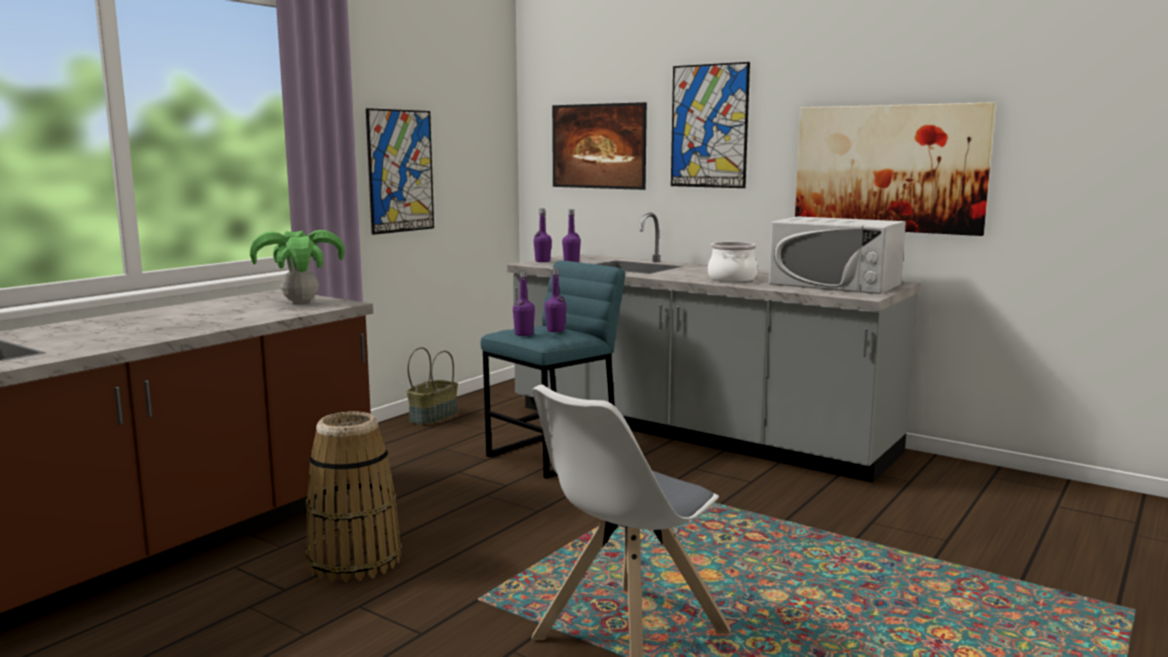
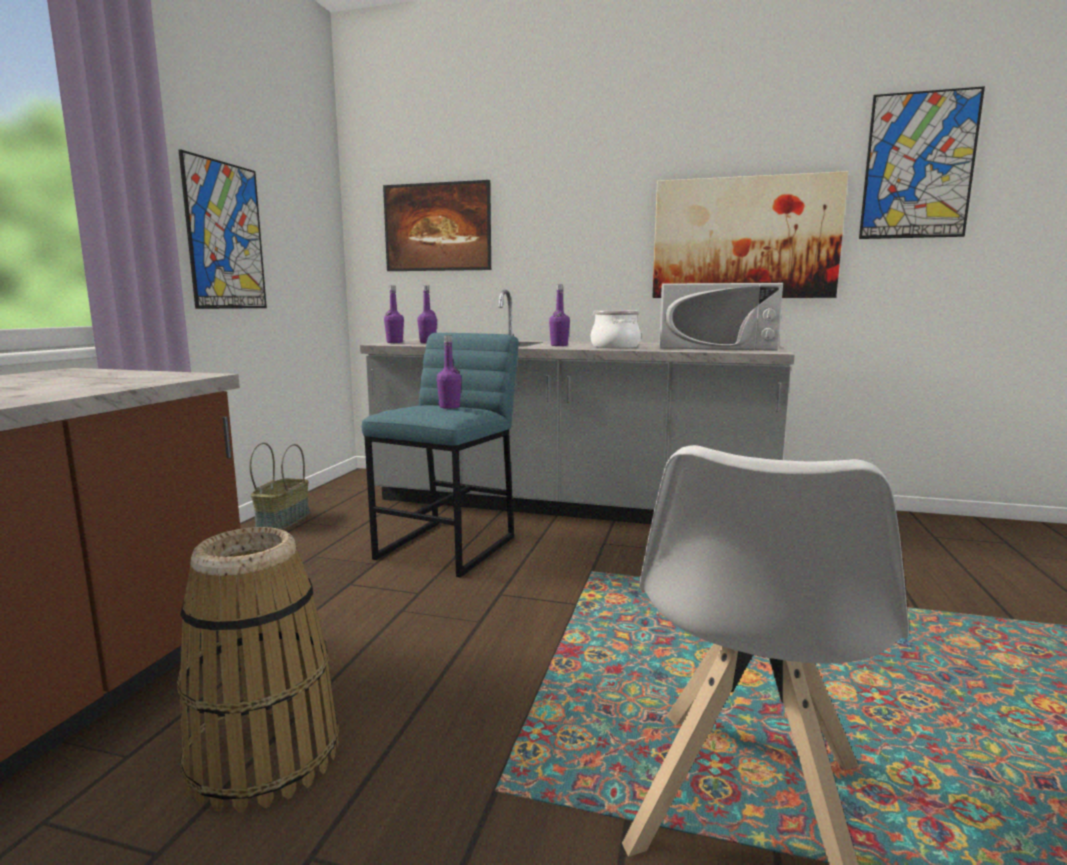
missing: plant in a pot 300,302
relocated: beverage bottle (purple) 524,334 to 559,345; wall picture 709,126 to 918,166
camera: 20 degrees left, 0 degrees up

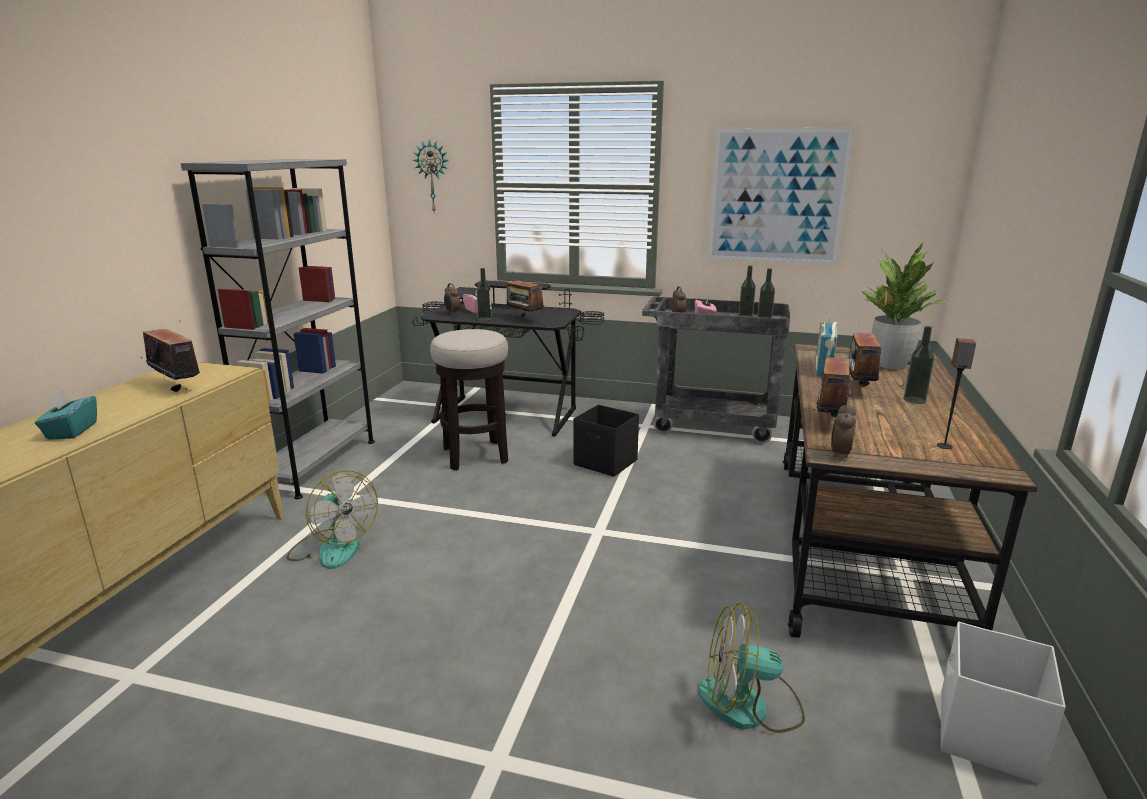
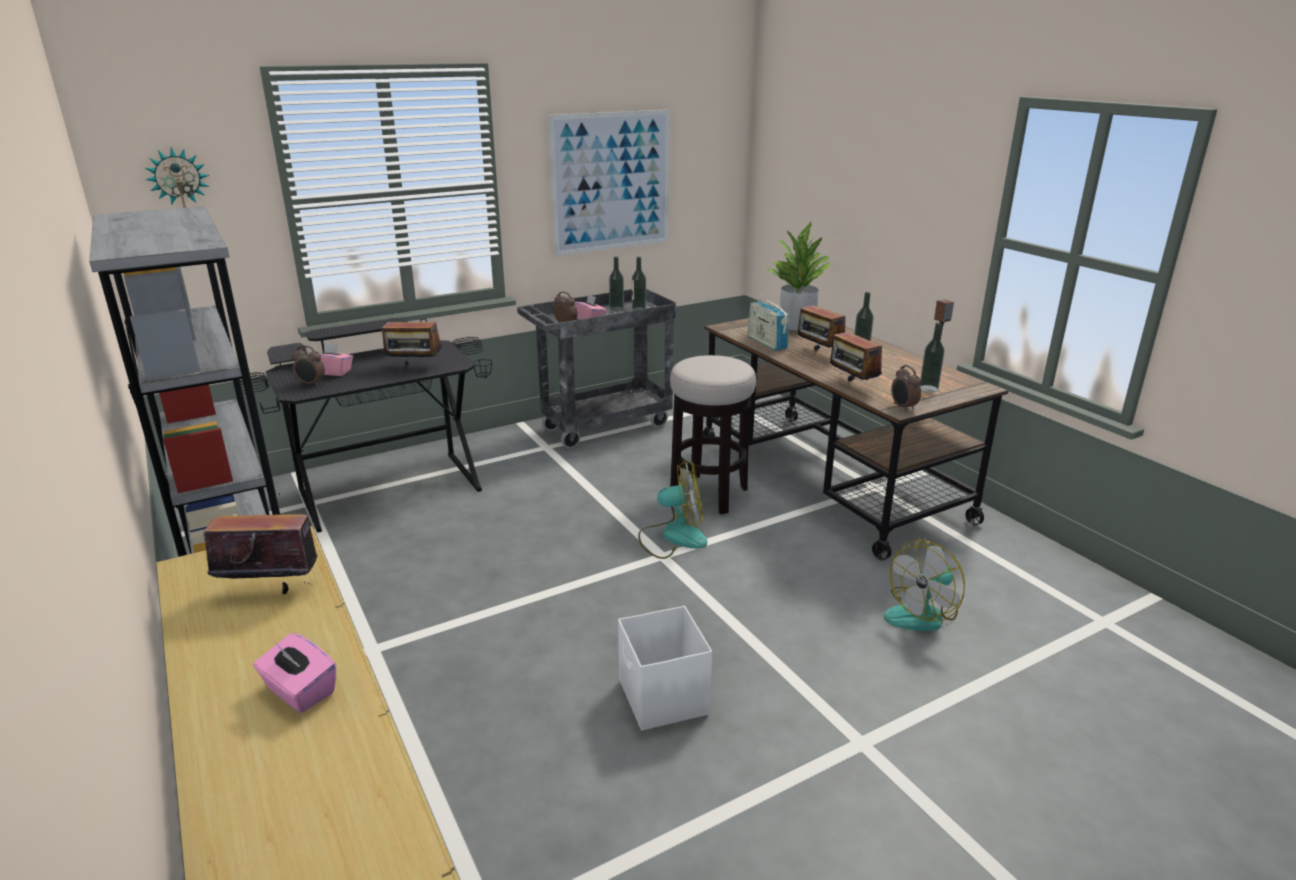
missing: storage container (black) 606,463
relocated: cooling fan 333,547 to 673,537; stool seat 475,455 to 708,494; beverage bottle 484,319 to 928,388; storage container (white-coloured) 986,736 to 663,698
colour: box of tissues (blue-green) 71,431 to box of tissues (pink) 299,691
camera: 45 degrees left, 5 degrees up

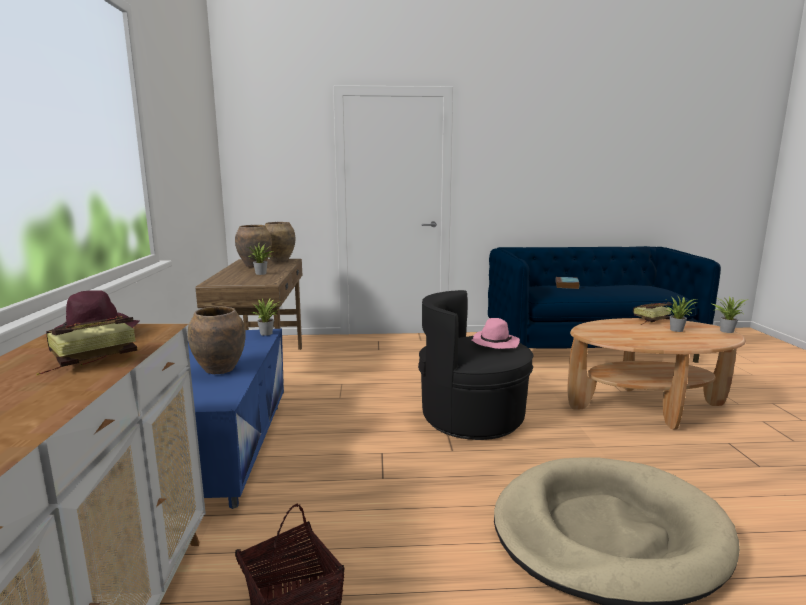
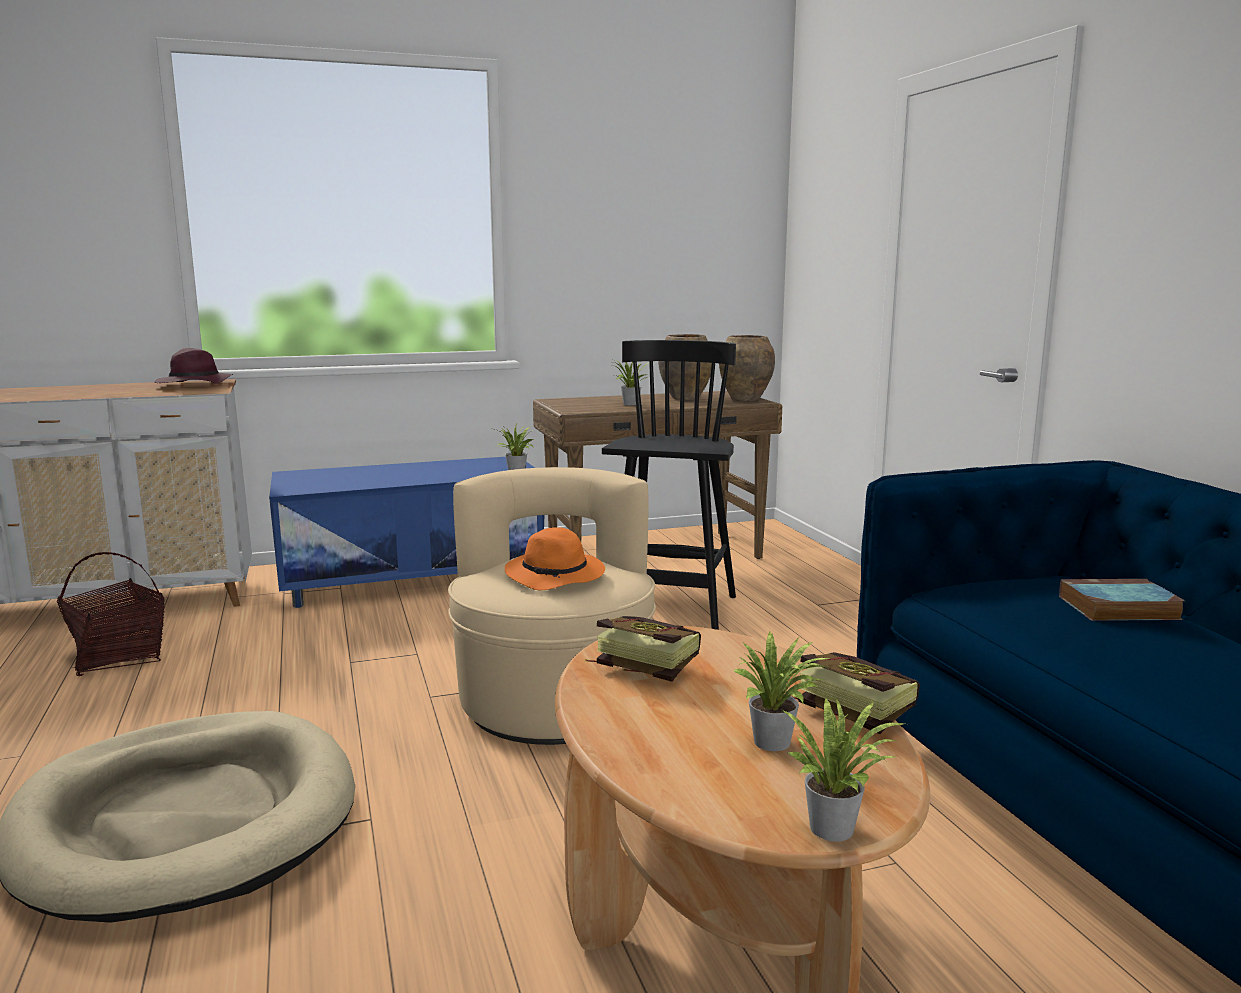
missing: flower vase (brown) 220,369
appeared: stool seat (black) 672,612
relocated: volume 85,361 to 638,667
colour: lounge chair (black) 473,417 to lounge chair (sand-coloured) 554,704; hat (pink) 494,343 to hat (orangey) 556,576
camera: 75 degrees right, 0 degrees up

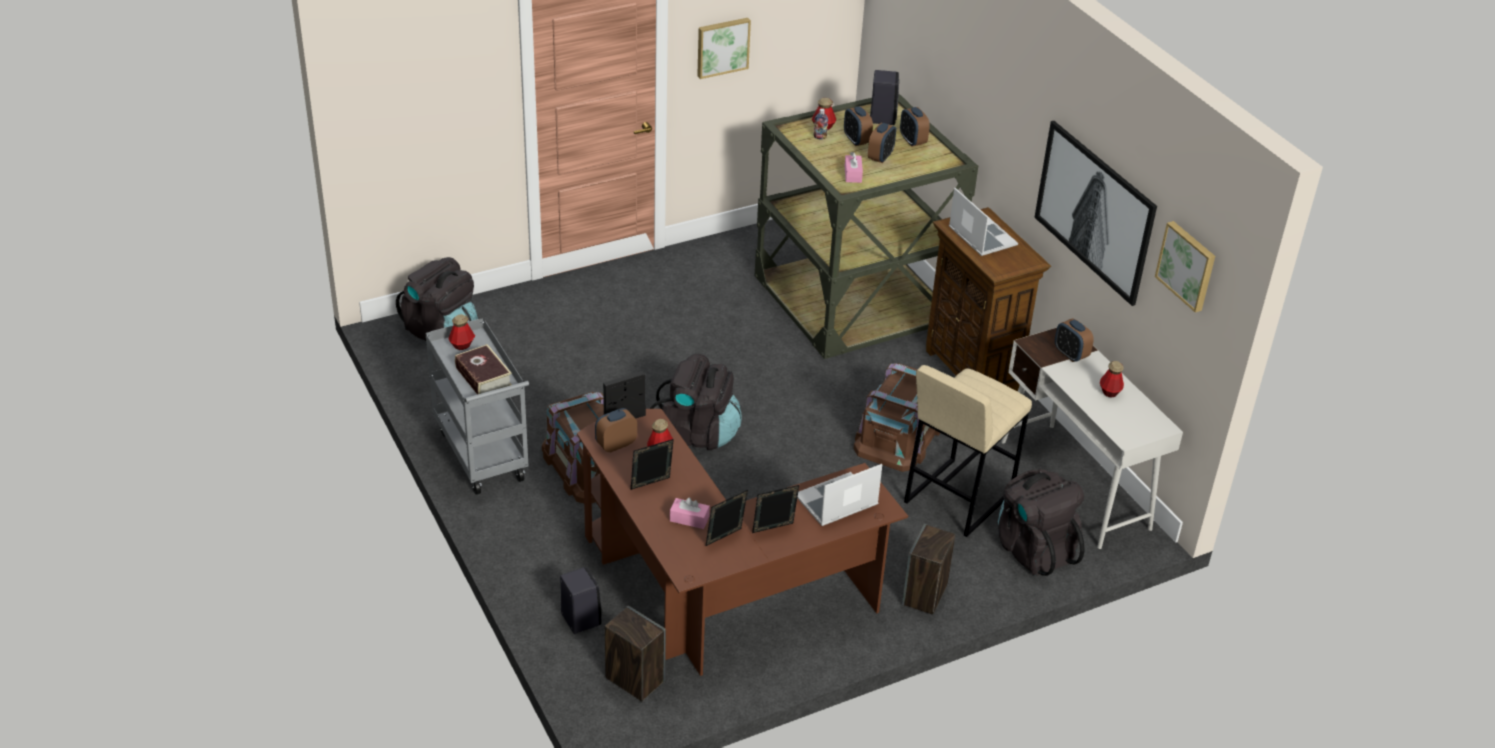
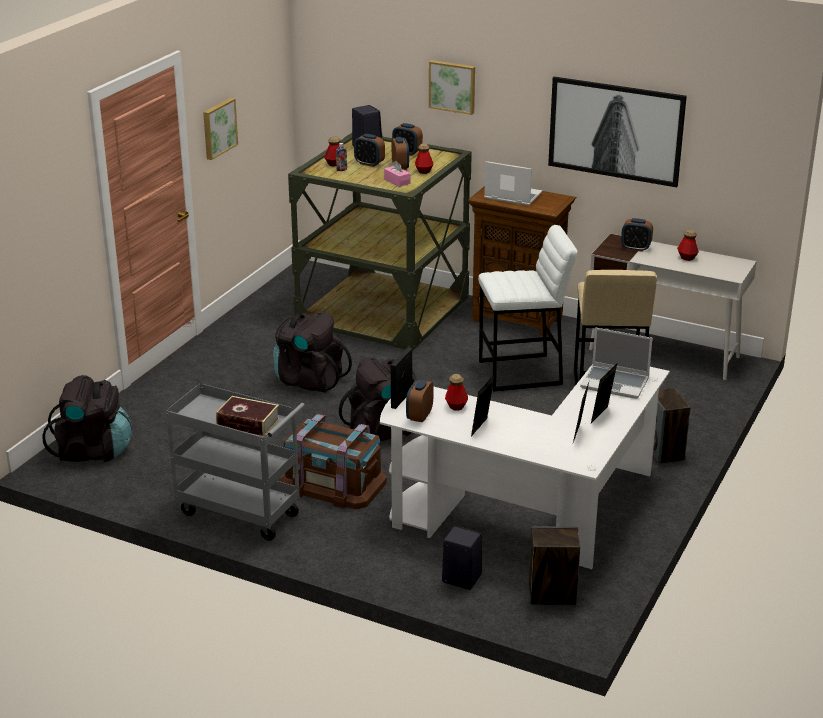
missing: box of tissues (pink) 689,519
relocated: beverage bottle 462,345 to 424,171; backpack (black) 1033,549 to 309,380; wall picture 1187,265 to 452,86
exchanged: storage container (brown) 899,435 to stool seat (white-coloured) 522,372
colour: desk (brown) 716,595 to desk (white-coloured) 534,517
spun: laptop 836,502 = 616,383 90 degrees counterclockwise
camera: 35 degrees left, 10 degrees down

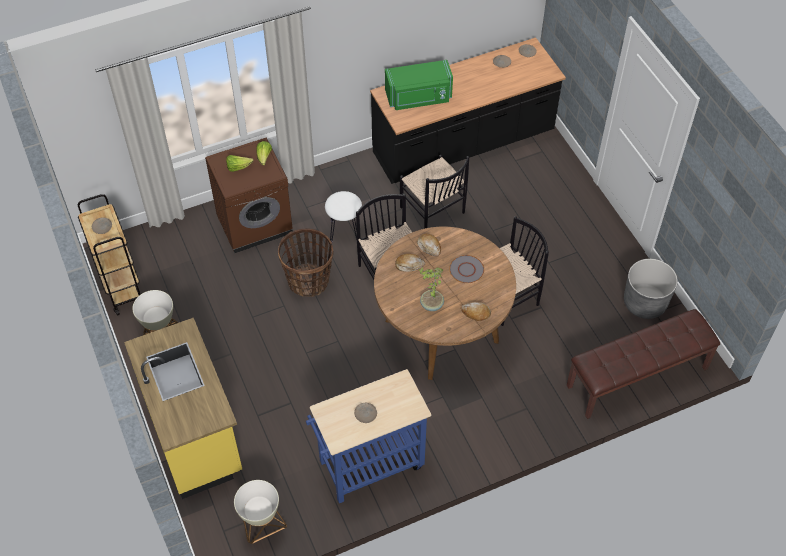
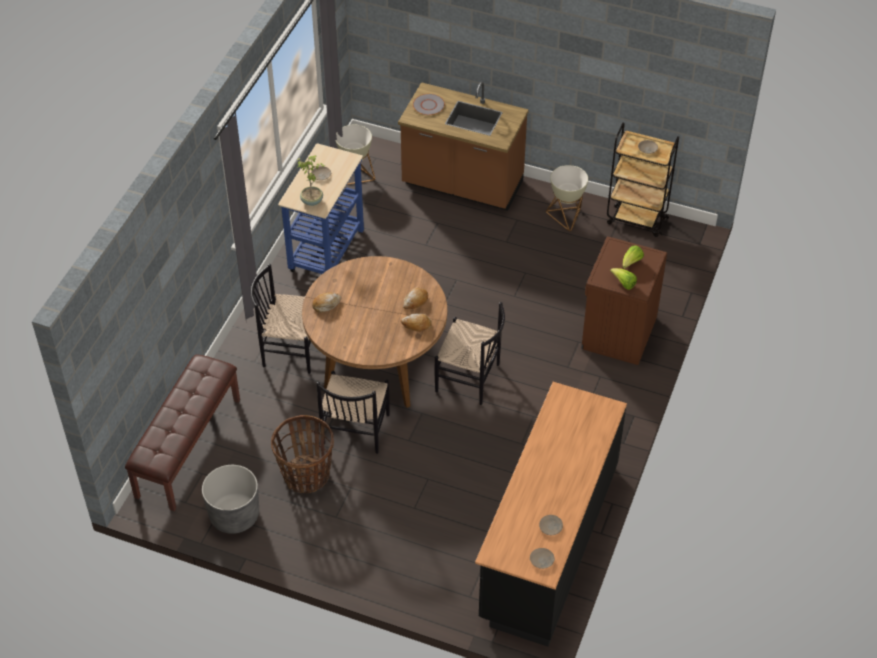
missing: stool seat (white-coloured) 345,231; microwave oven (greenish) 419,98
relocated: storage basket 308,281 to 306,475; chair (black) 433,212 to 289,349; plant in a pot 431,305 to 312,200; plate (greyish) 466,270 to 428,105
colour: counter (yellowish) 195,434 to counter (brown) 462,185
camera: 135 degrees right, 5 degrees down

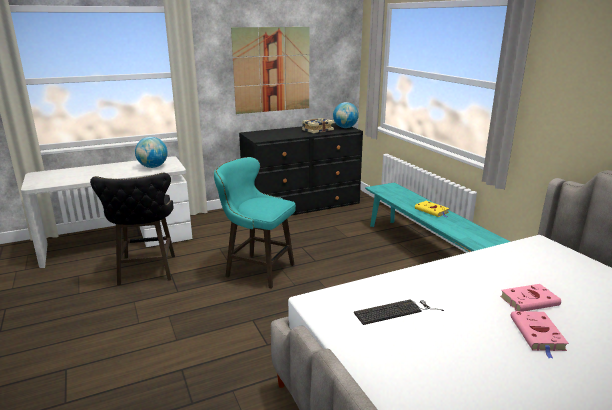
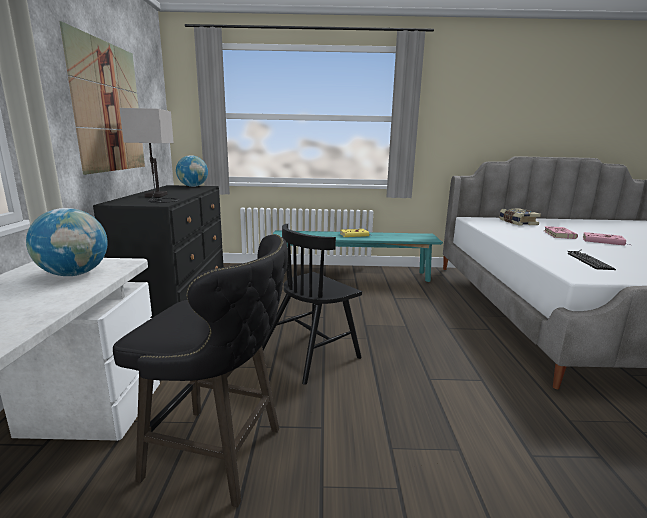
appeared: tabletop lamp 158,198
relocated: volume 317,130 to 517,223
exchanged: stool seat (blue-green) 257,270 to chair (black) 313,352
camera: 65 degrees left, 5 degrees down

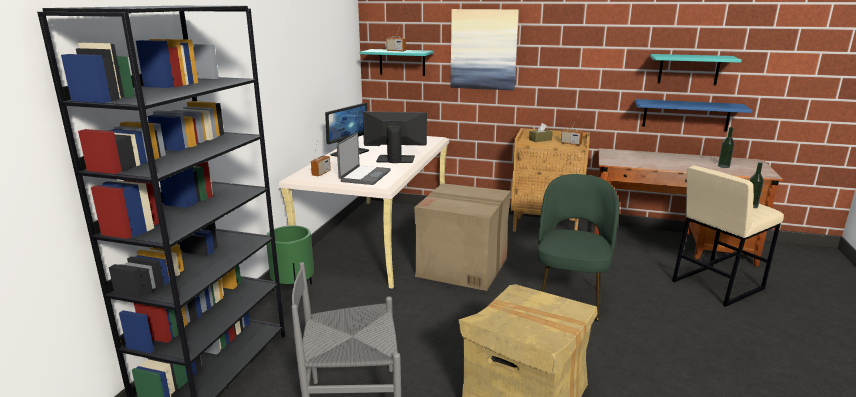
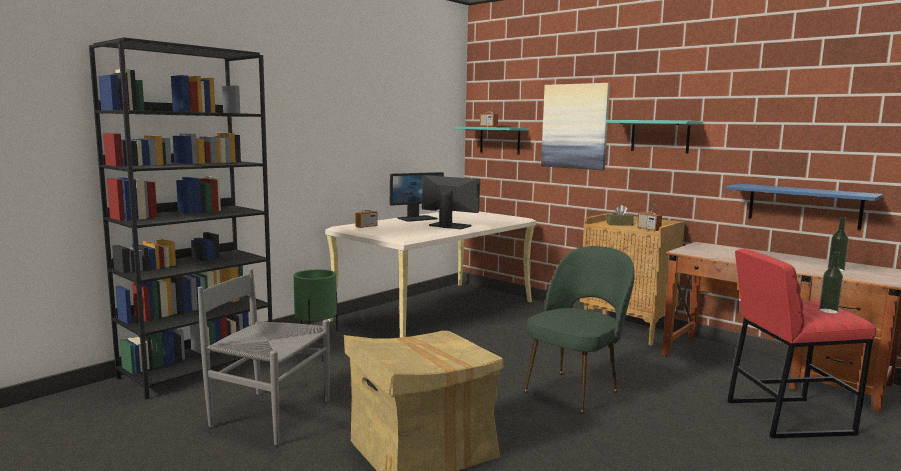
missing: laptop 364,176; carton 463,267
relocated: shelf (blue-green) 688,69 to 660,136
colour: stool seat (sand-coloured) 716,285 to stool seat (red-coloured) 786,417
camera: 25 degrees right, 10 degrees down

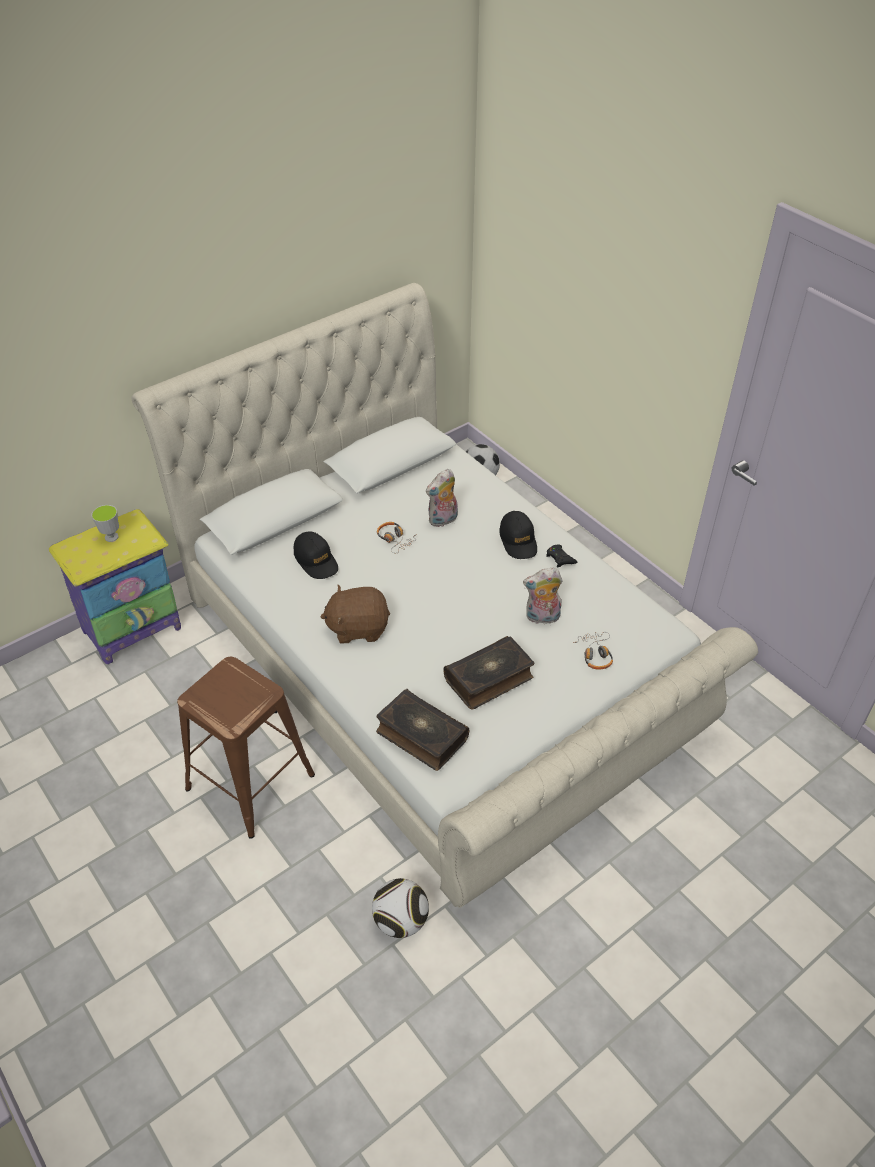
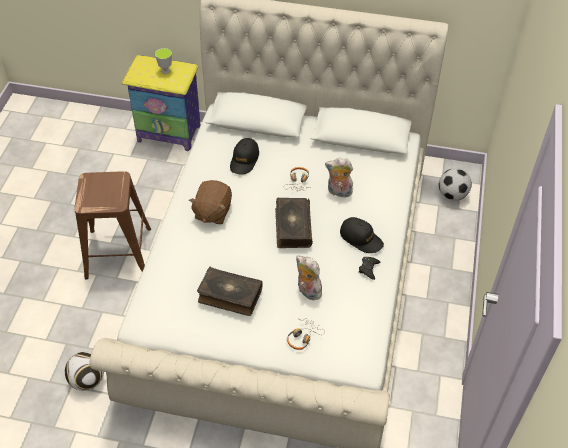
relocated: volume 421,736 to 292,227
spun: soft toy (brown) 358,627 = 212,212 120 degrees counterclockwise; baseball cap (black) 518,540 = 361,238 90 degrees counterclockwise
camera: 50 degrees right, 5 degrees up

